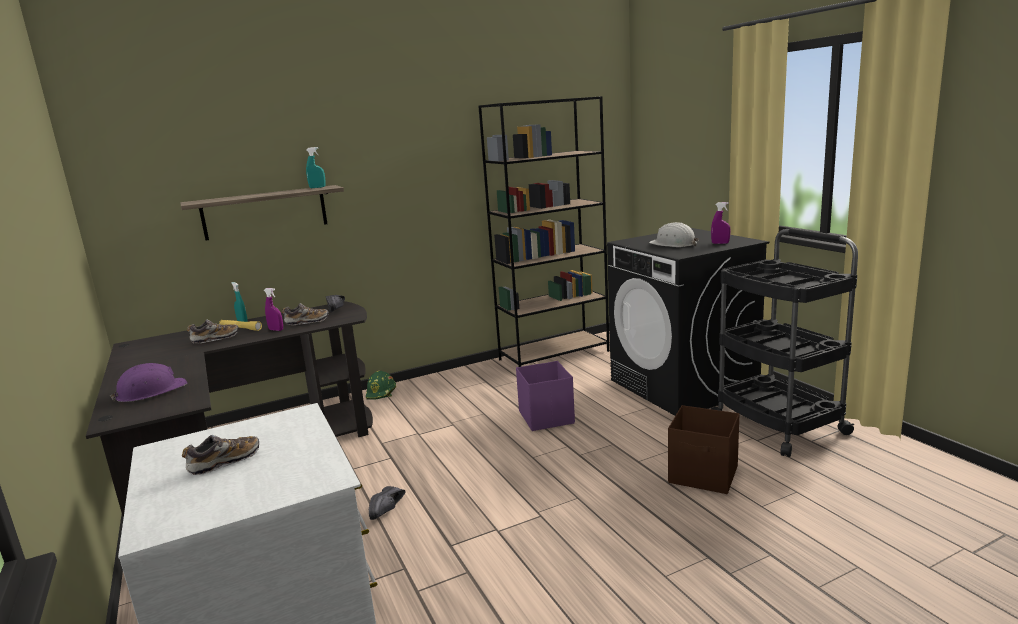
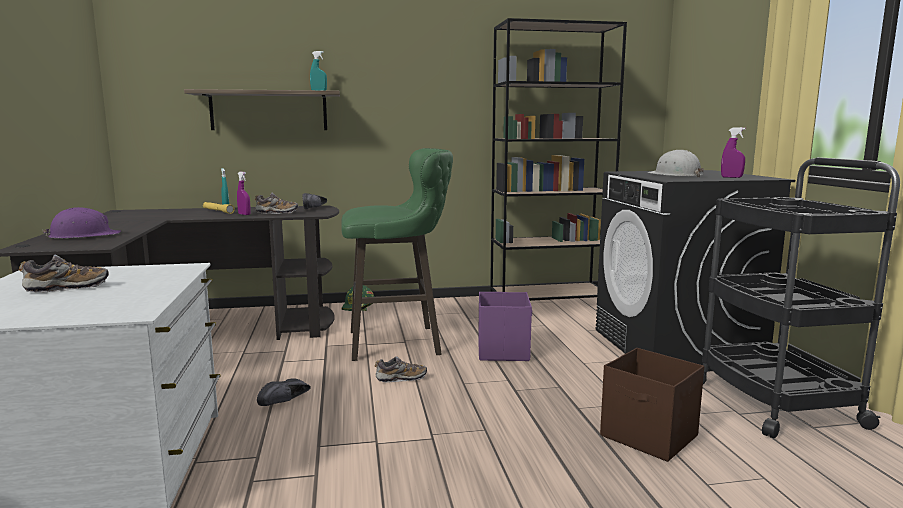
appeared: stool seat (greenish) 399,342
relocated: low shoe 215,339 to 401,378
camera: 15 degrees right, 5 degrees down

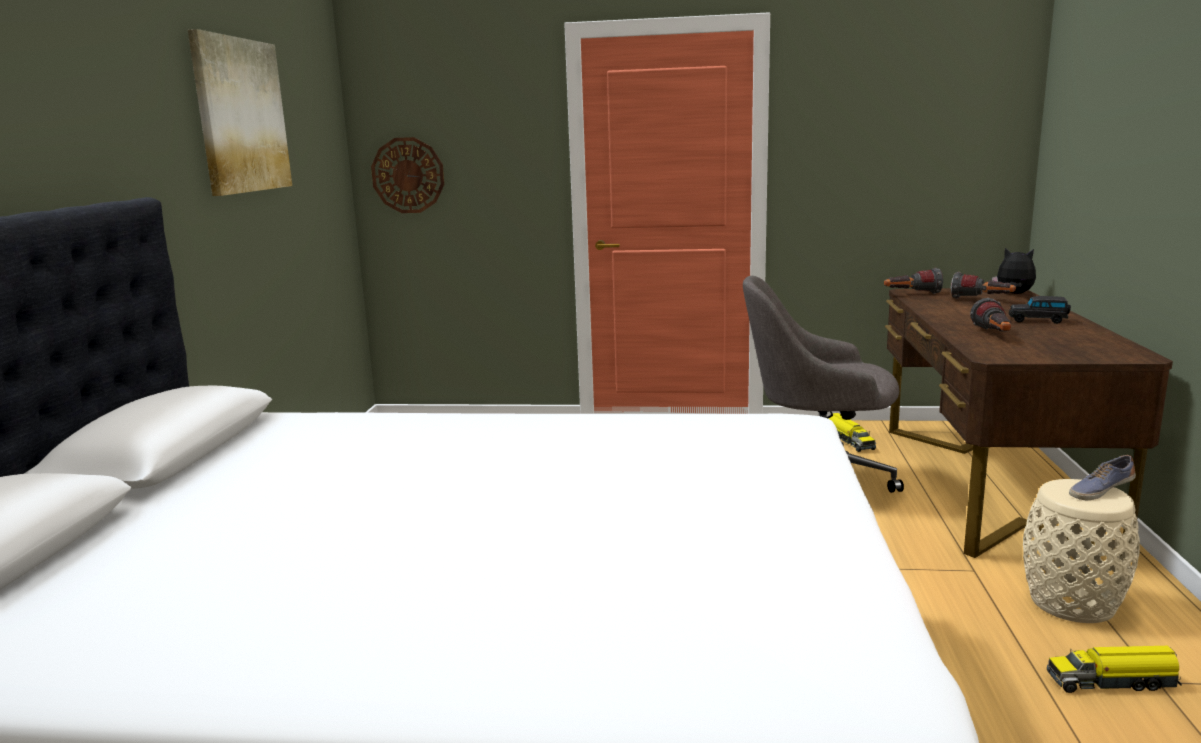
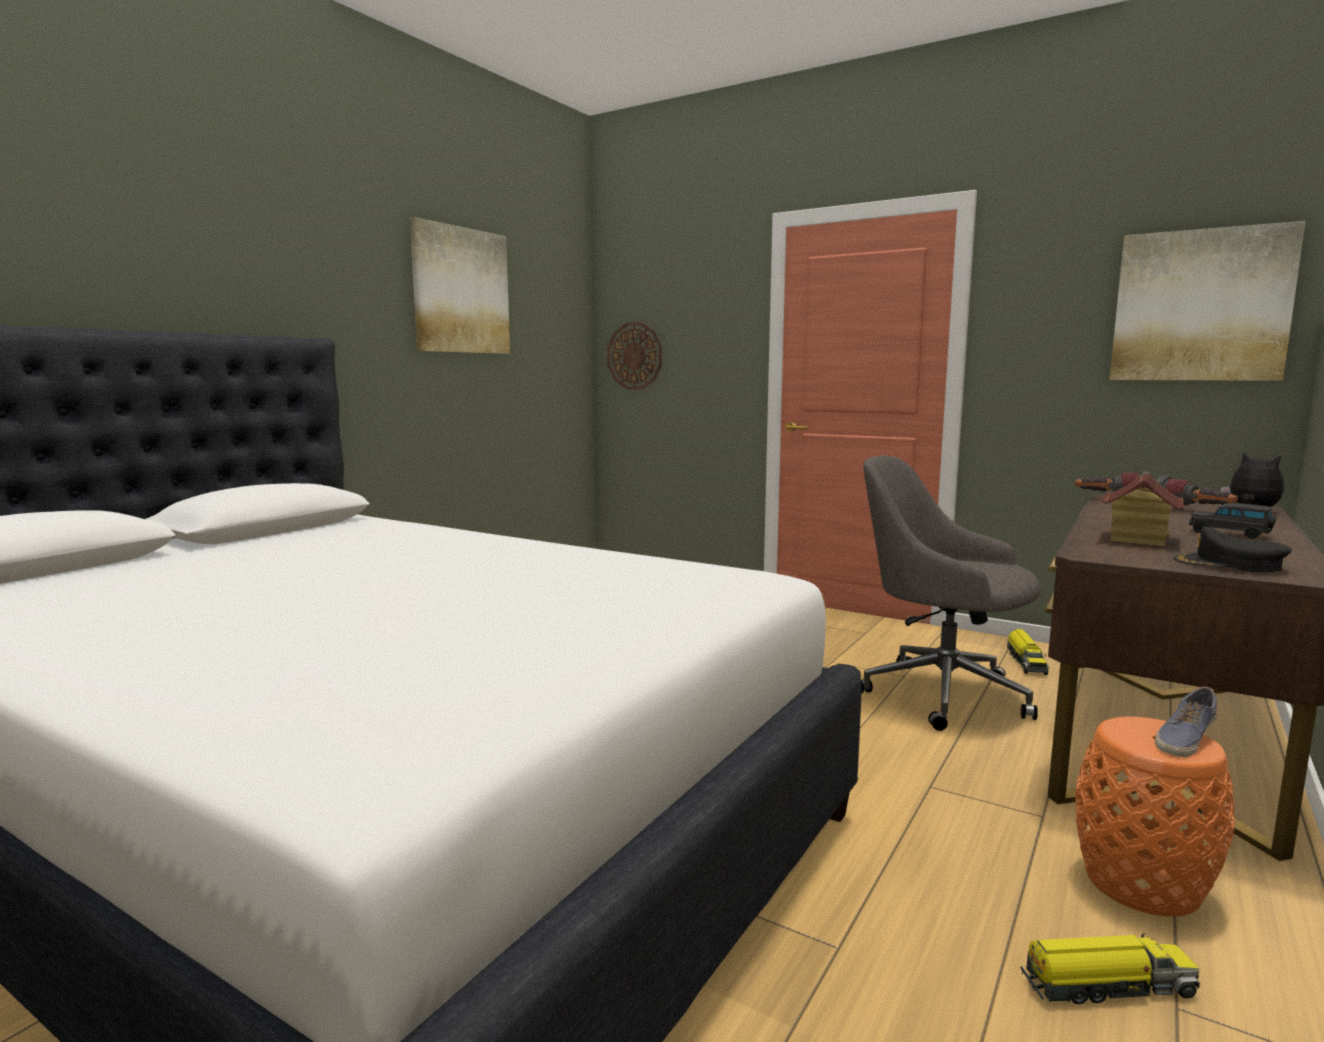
appeared: wall picture 1200,306; baseball cap (black) 1229,564
exchanged: flashlight 994,335 to toy house 1137,539
colour: stool seat (sand-coloured) 1072,603 to stool seat (orangey) 1142,885
spun: model truck 1113,682 = 1106,985 150 degrees clockwise; low shoe 1100,491 = 1184,739 45 degrees counterclockwise
camera: 25 degrees right, 5 degrees down

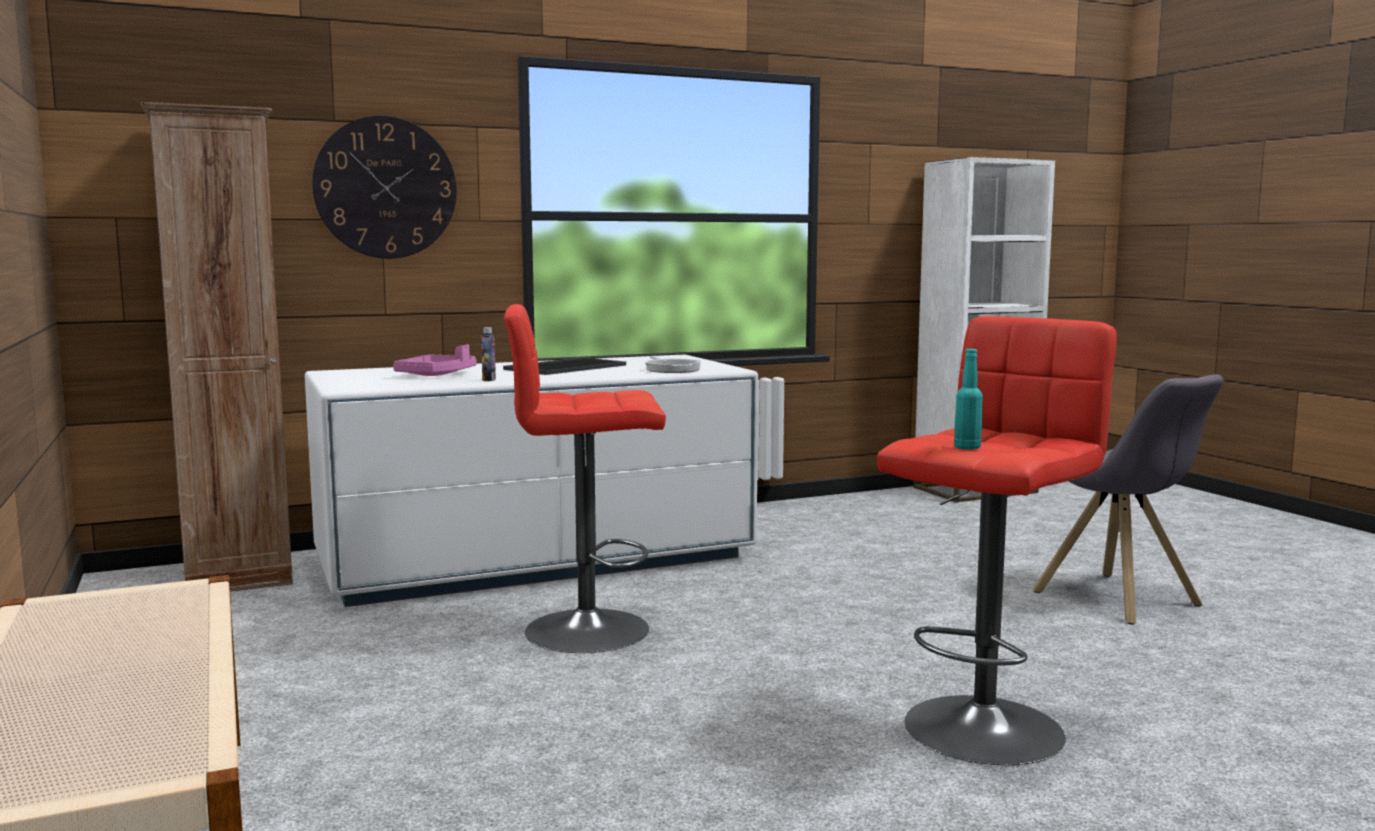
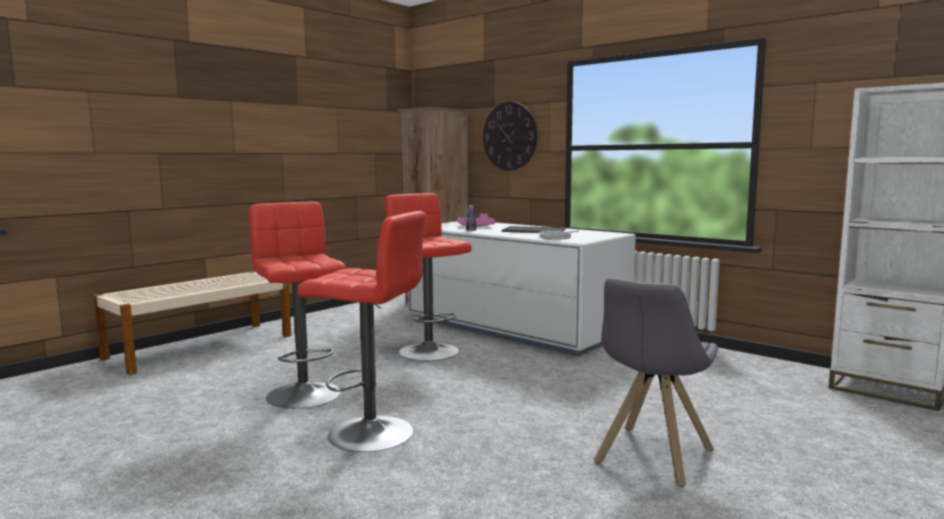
missing: beverage bottle (blue-green) 966,448
appeared: stool seat (red-coloured) 304,395
camera: 65 degrees right, 0 degrees up

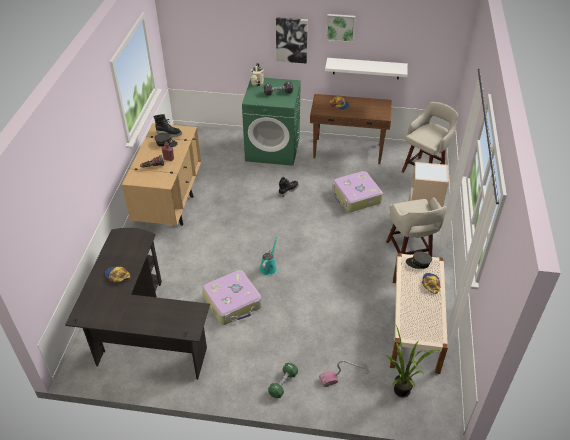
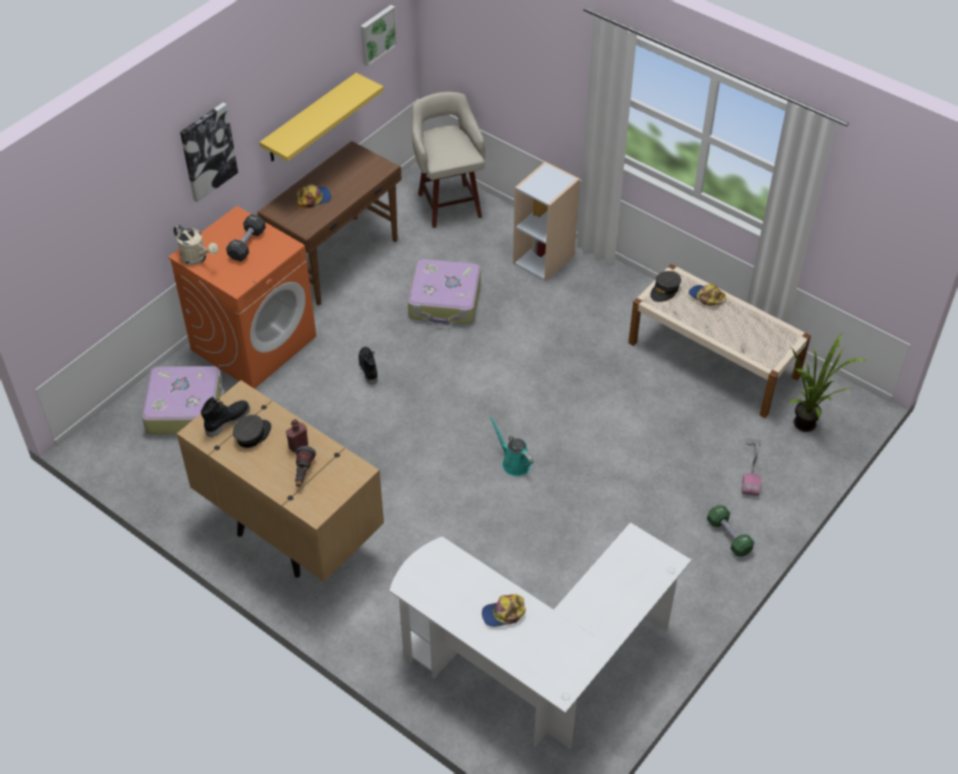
missing: stool seat (sand-coloured) 409,253
relocated: piece of luggage 233,302 to 186,408; wall picture 340,27 to 377,34
colour: desk (black) 141,332 to desk (white-coloured) 539,668; washing machine (greenish) 273,149 to washing machine (orangey) 254,342; shelf (white-coloured) 366,68 to shelf (yellowish) 310,119
camera: 60 degrees left, 5 degrees up

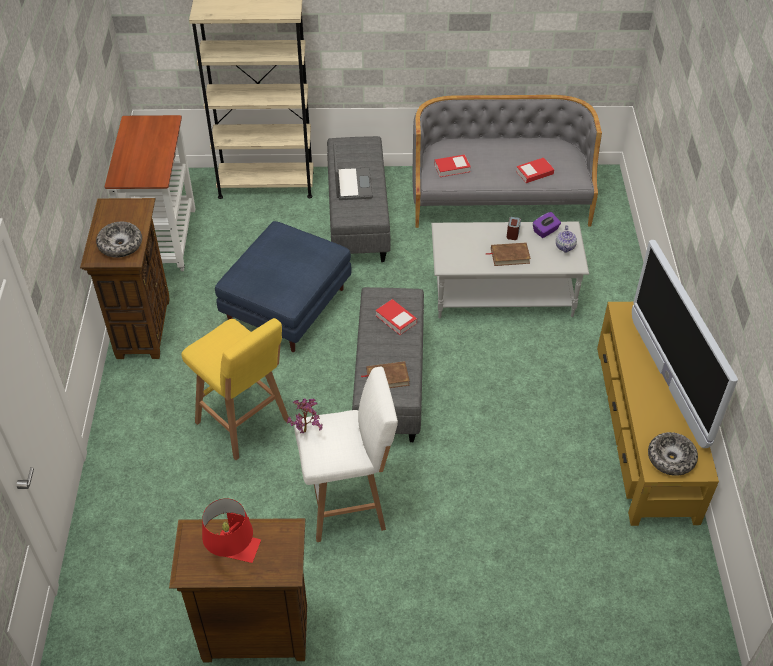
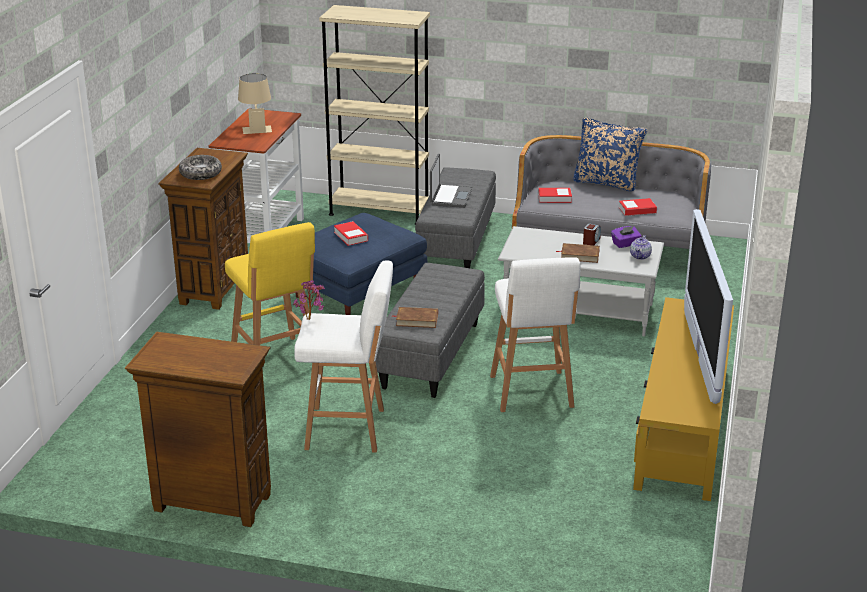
missing: tabletop lamp (red-coloured) 233,554; serving bowl 671,458
appeared: tabletop lamp (sand-coloured) 256,127; stool seat (white-coloured) 532,393; pillow (blue) 606,184
relocated: volume 396,319 to 351,236
camera: 15 degrees right, 20 degrees down

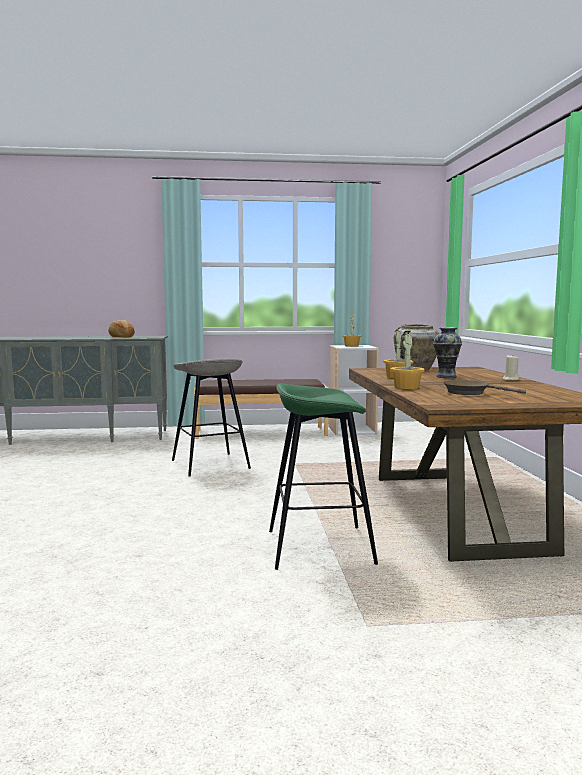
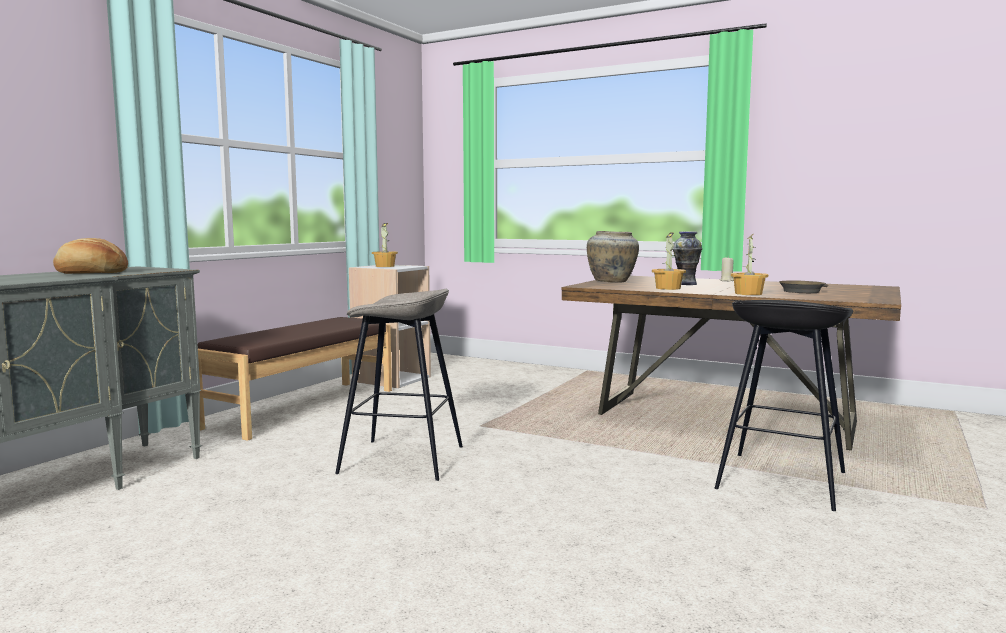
colour: stool seat (greenish) 319,546 to stool seat (black) 780,480
camera: 55 degrees left, 0 degrees up

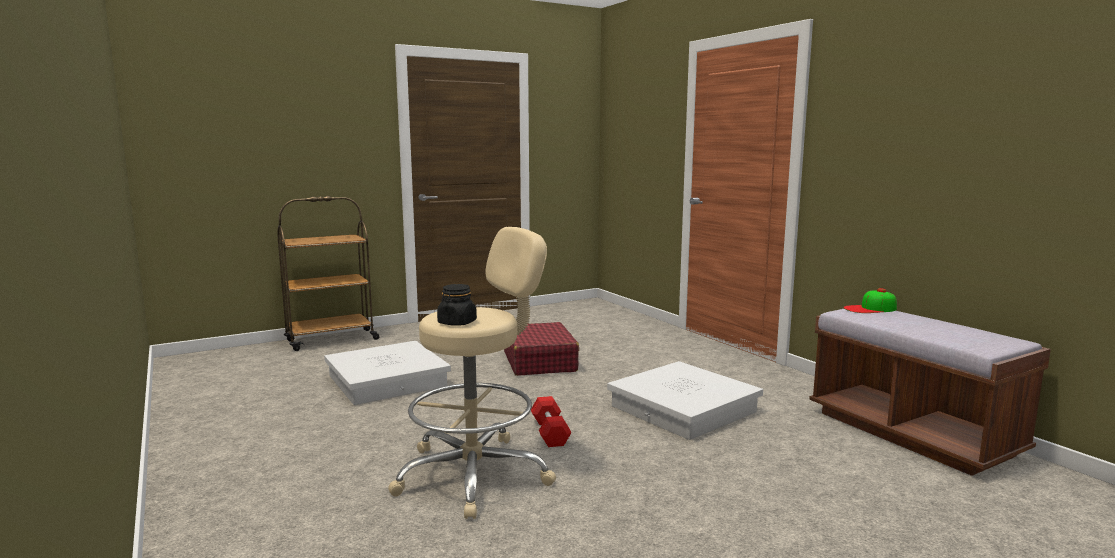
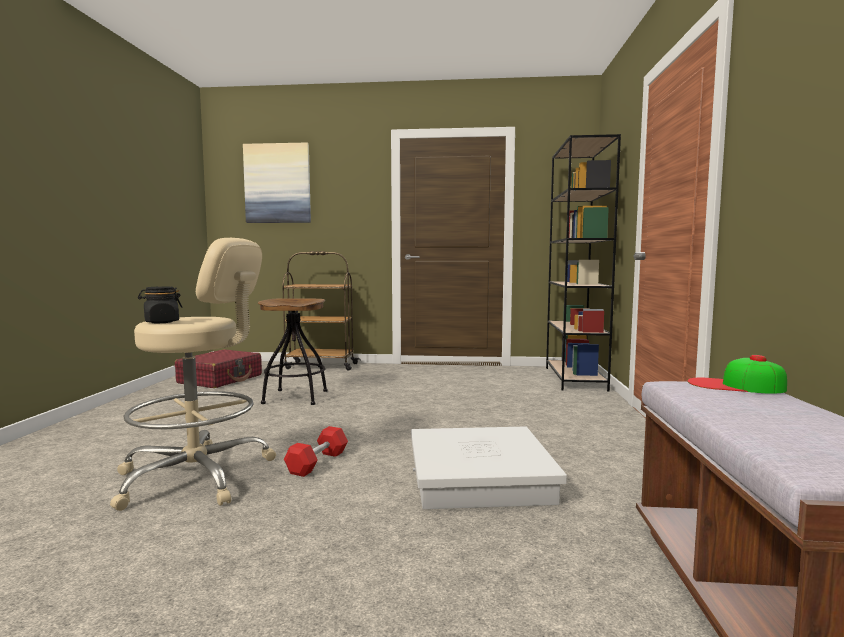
appeared: wall picture 277,183; bookshelf (sand-coloured) 575,379
relocated: piece of luggage (red-coloured) 539,361 to 221,379
exchanged: storage container (white-coloured) 387,380 to stool seat (brown) 296,397
camera: 35 degrees right, 5 degrees down

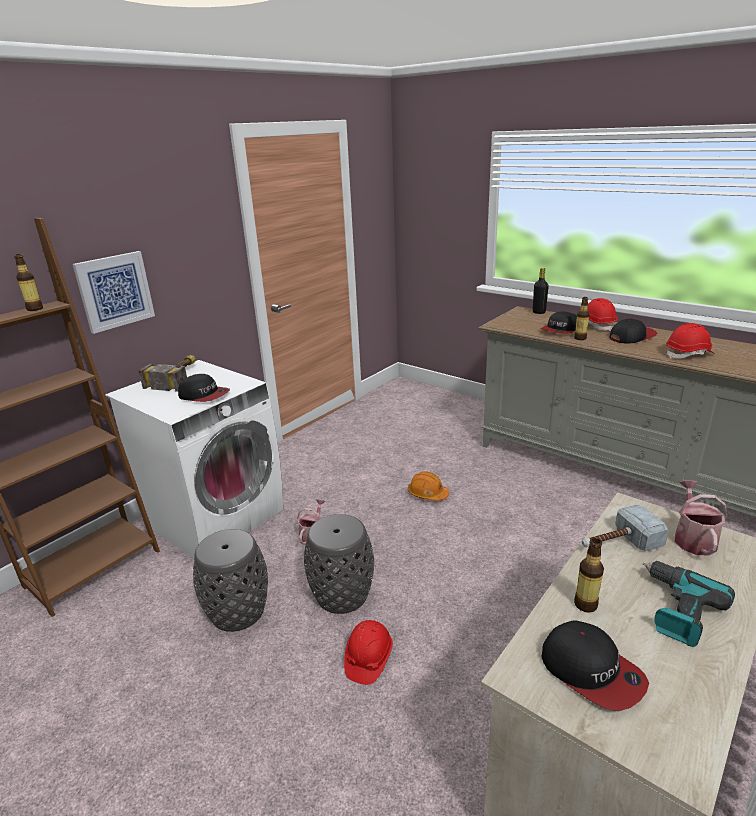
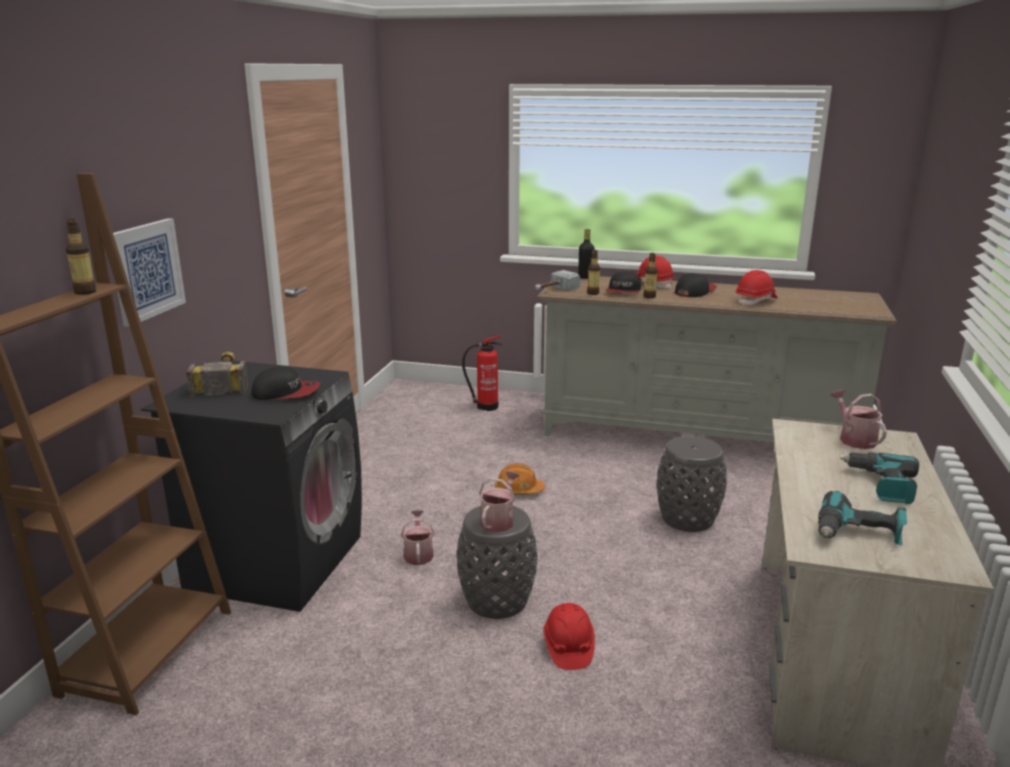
appeared: extinguisher 485,406; sprinkling can 499,520
relocated: stool seat (greyish) 237,611 to 687,519; beverage bottle 585,604 to 593,293; tool hammer 617,543 to 554,290
exchanged: baseball cap 591,671 to power drill 858,534
colour: washing machine (white-coloured) 214,515 to washing machine (black) 274,560
camera: 25 degrees left, 5 degrees down

